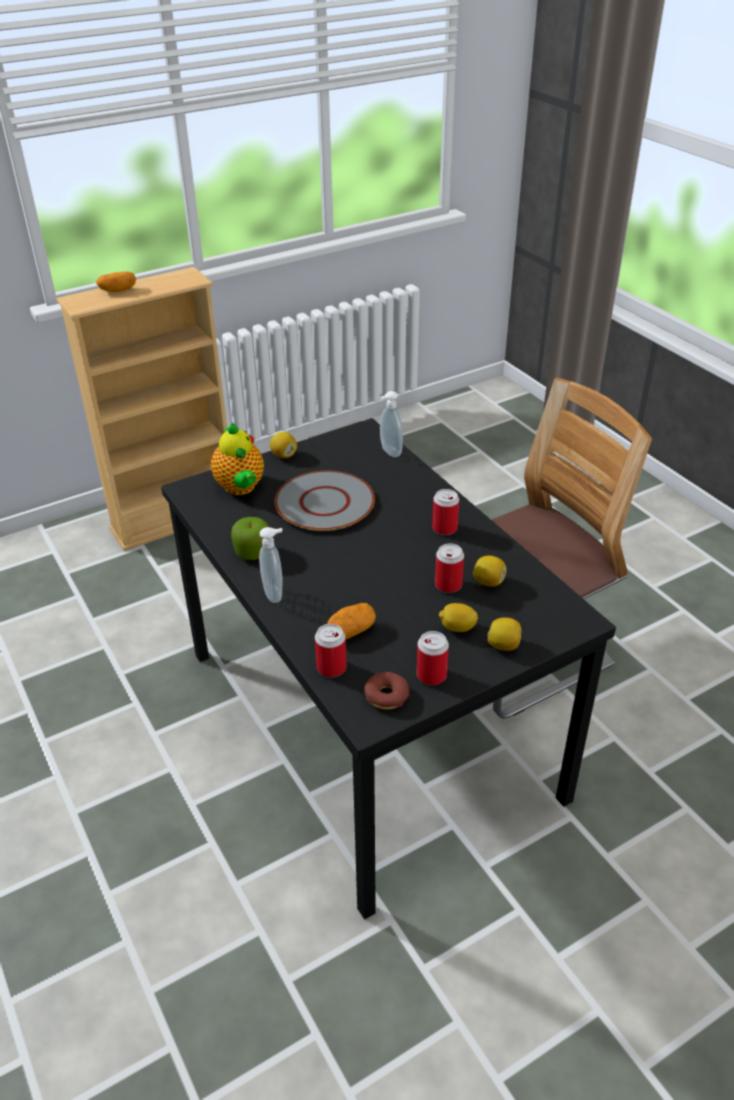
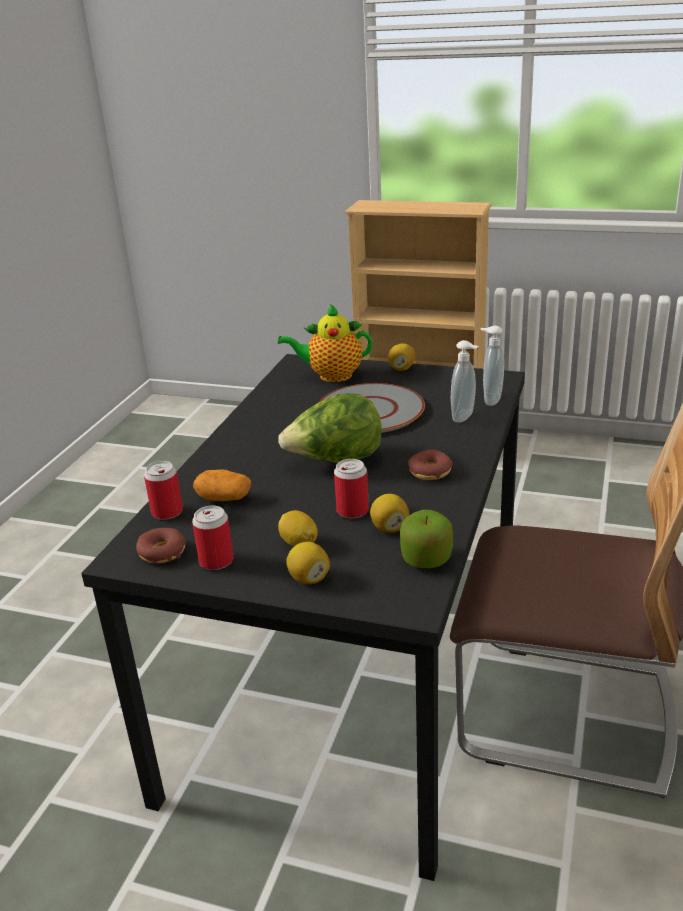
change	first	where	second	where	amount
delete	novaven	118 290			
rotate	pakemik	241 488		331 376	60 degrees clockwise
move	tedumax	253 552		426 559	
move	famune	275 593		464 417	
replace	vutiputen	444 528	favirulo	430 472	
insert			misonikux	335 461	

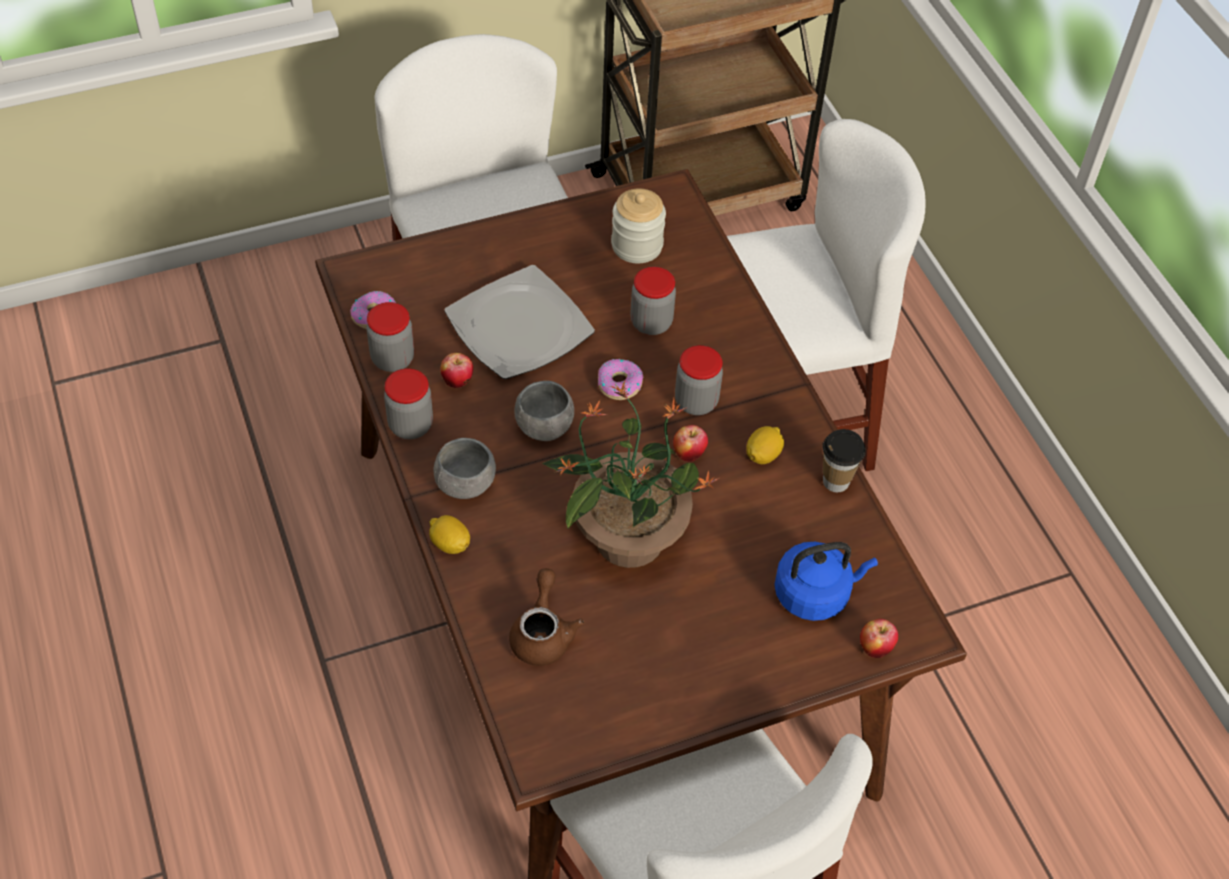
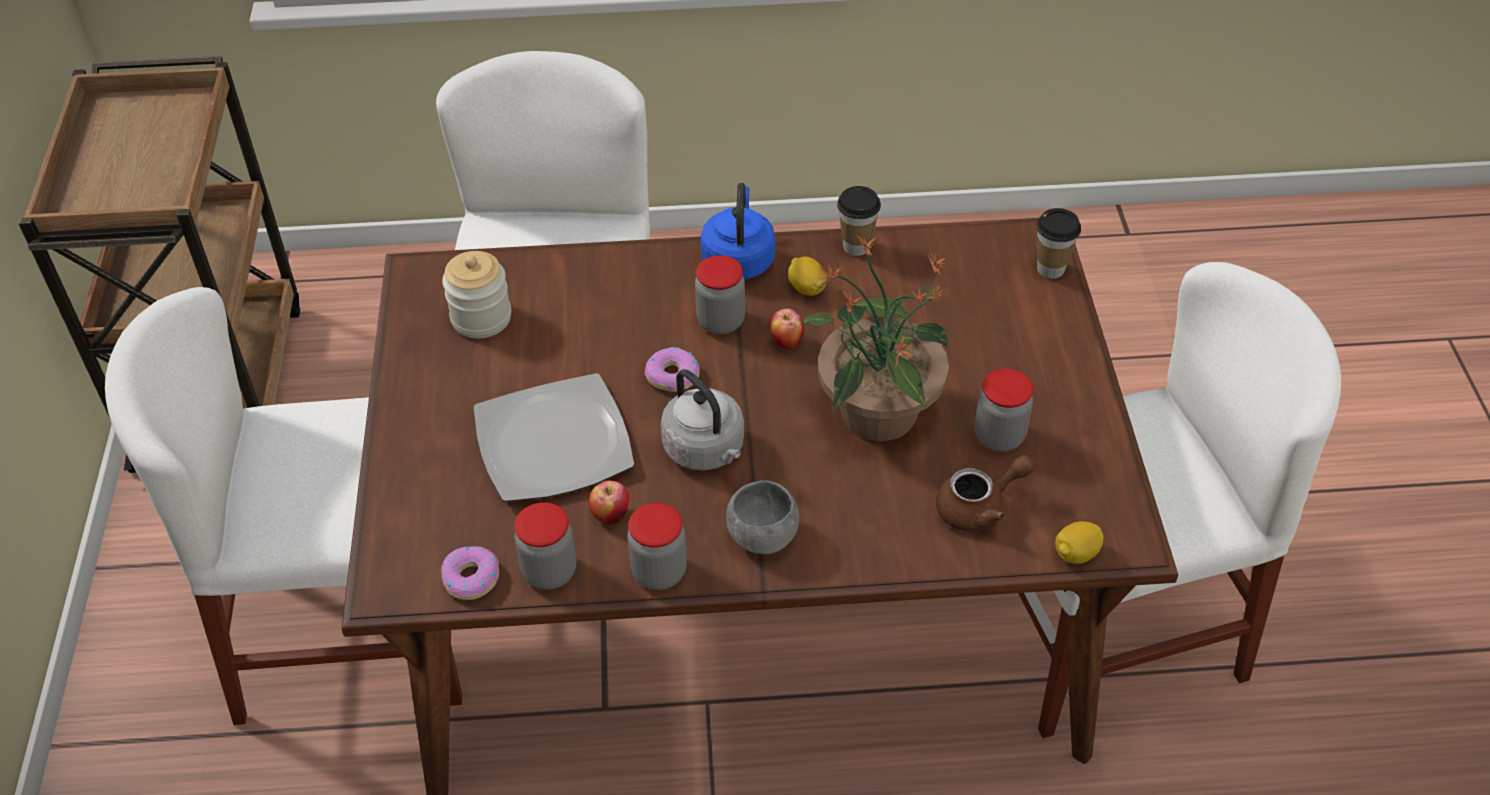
change	first	where	second	where	amount
move	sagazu	450 544		1076 554	
rotate	pakemik (brown)	543 633		979 507	135 degrees clockwise
replace	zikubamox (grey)	544 426	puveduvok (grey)	706 450	
move	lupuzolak	651 322		999 436	
move	puveduvok (blue)	815 594		738 259	
replace	tedumax	875 648	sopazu	1051 269	

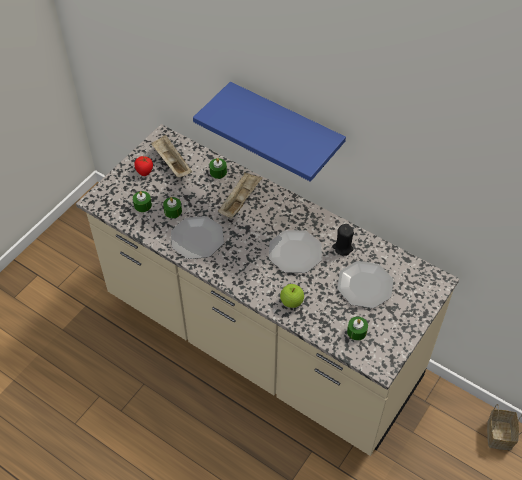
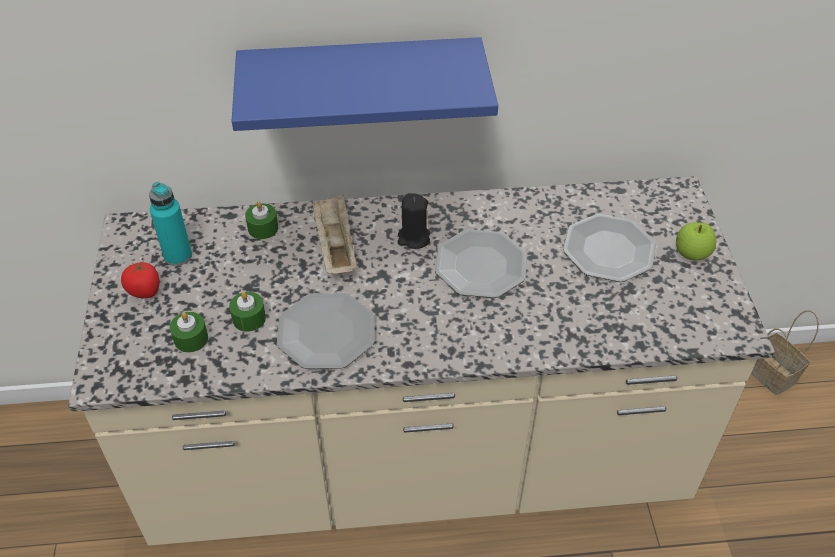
change	first	where	second	where	amount
replace	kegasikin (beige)	171 163	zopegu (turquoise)	178 256	
move	tedumax	291 302		691 254	
move	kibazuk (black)	342 248		413 238	
delete	kibazuk (green)	356 331			

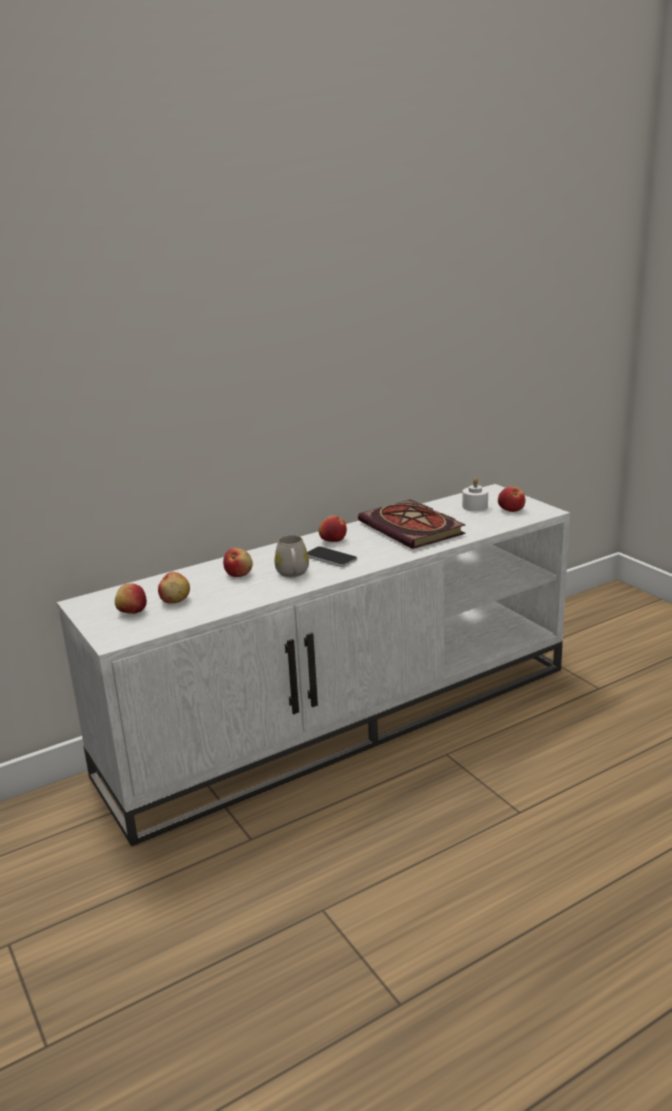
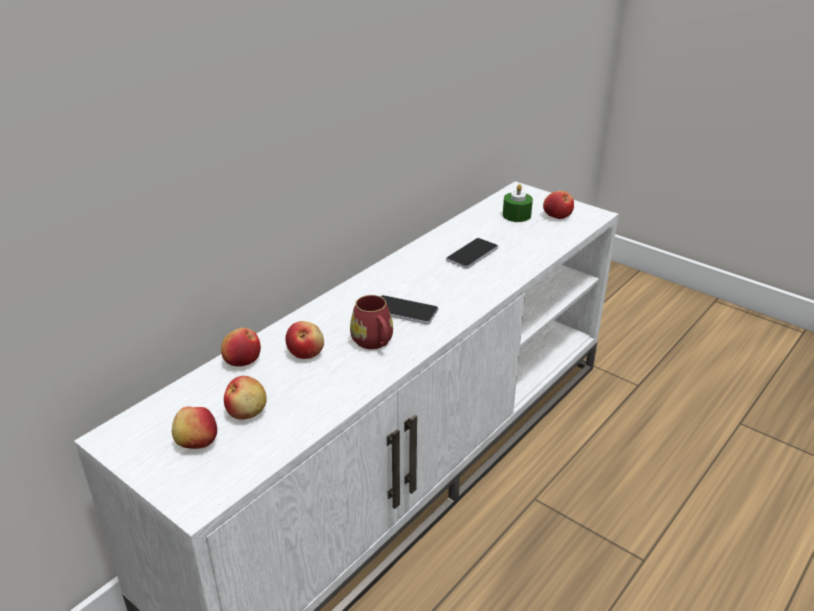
change	first	where	second	where	amount
recolor	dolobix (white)	293 574	dolobix (red)	374 343	
move	tedumax	332 540		242 360	
replace	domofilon	414 529	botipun	472 254	
recolor	kibazuk (white)	475 506	kibazuk (green)	516 215	

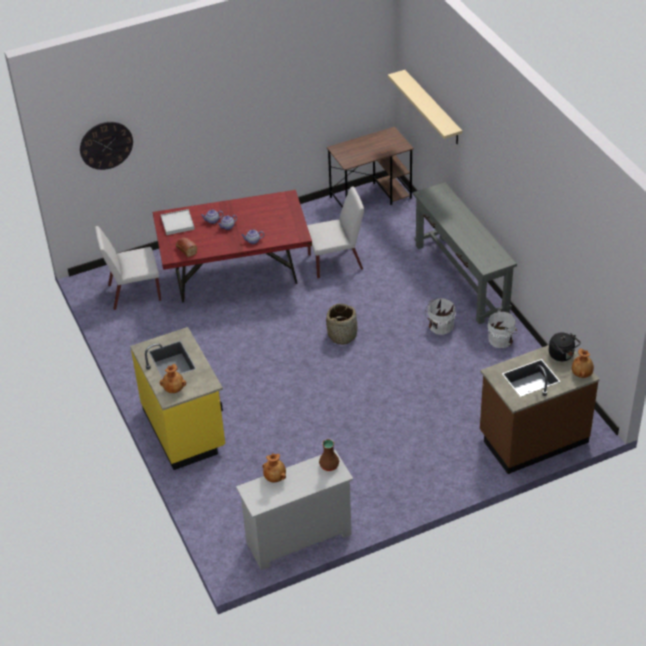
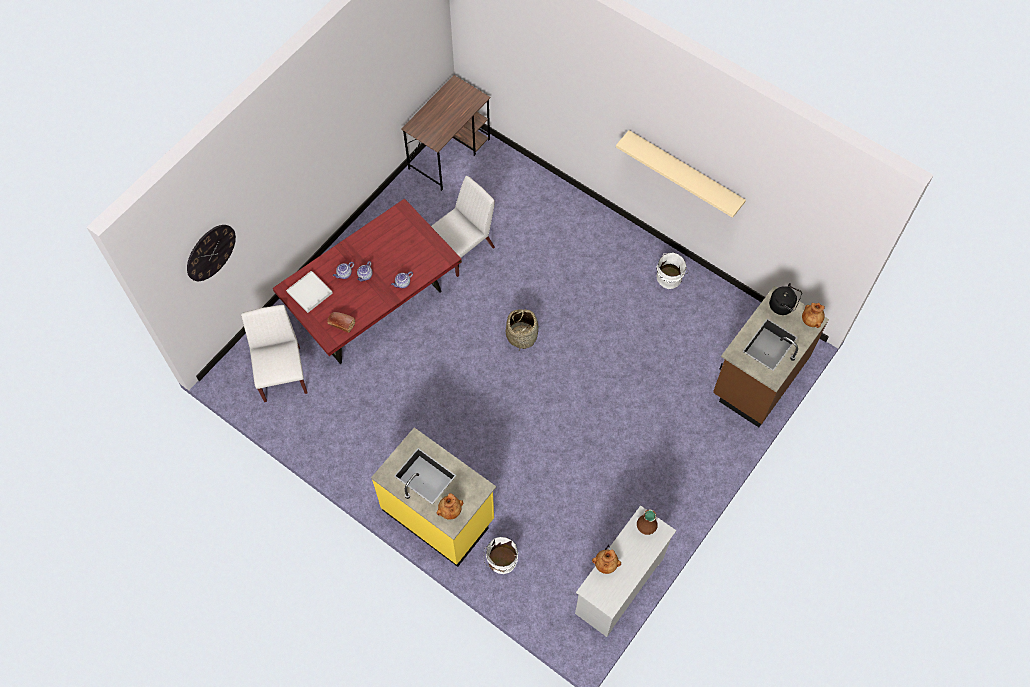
change	first	where	second	where	amount
rotate	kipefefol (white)	133 293		282 373	120 degrees clockwise
move	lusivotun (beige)	432 108		685 171	
delete	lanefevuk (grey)	461 278			
move	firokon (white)	440 326		501 561	

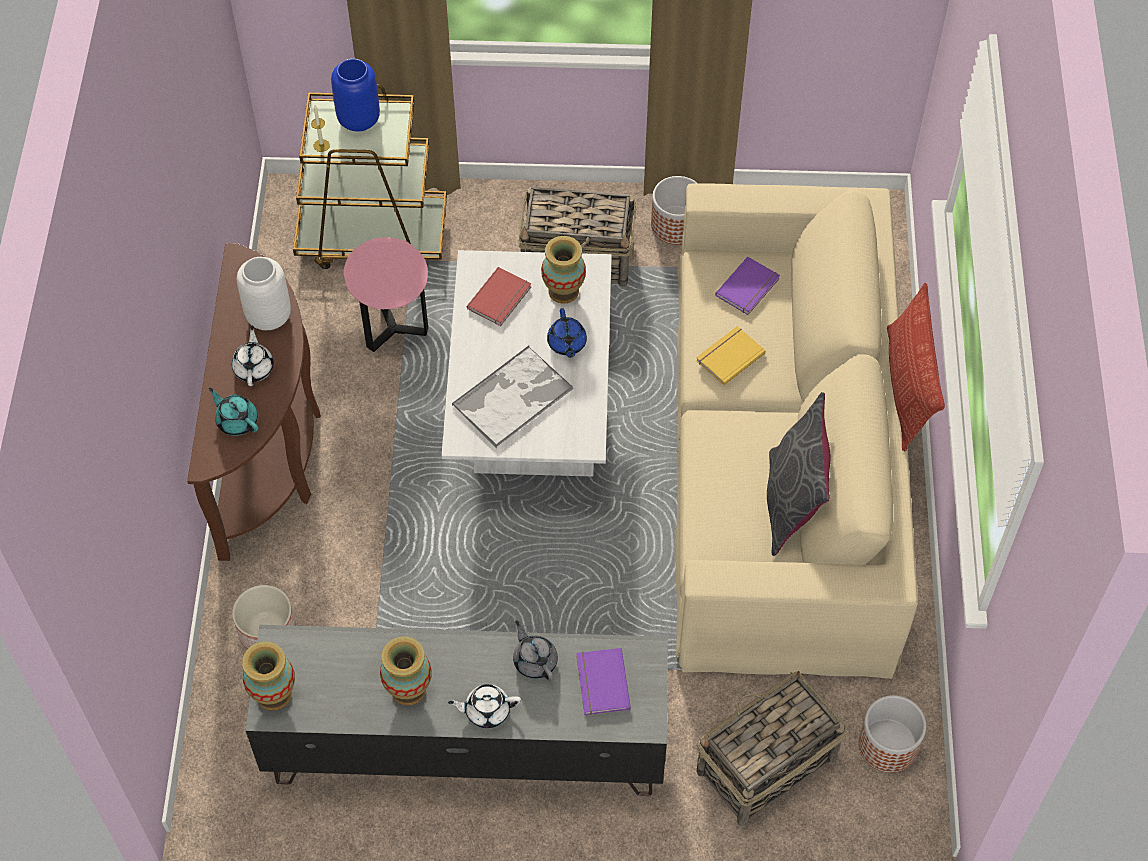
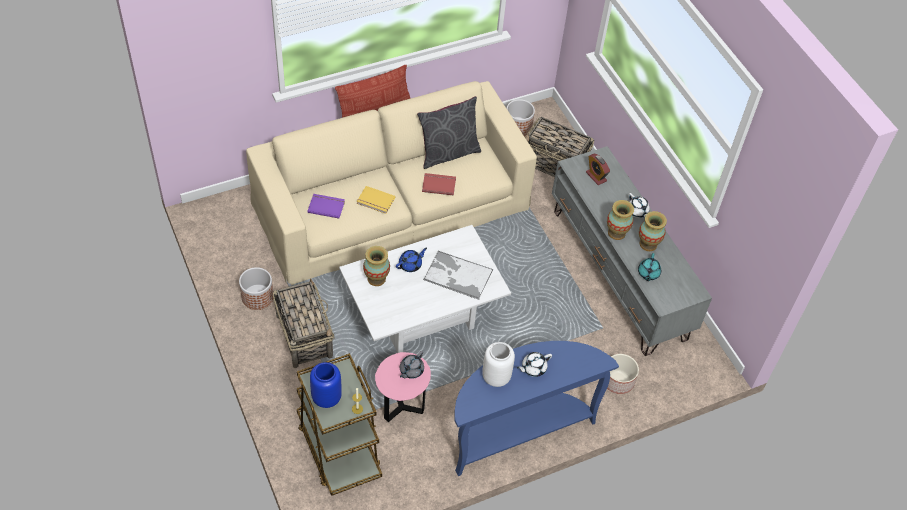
change	first	where	second	where	amount
recolor	lanefevuk (brown)	270 454	lanefevuk (blue)	518 430	
move	pakemik (turquoise)	237 421		648 273	
move	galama	273 694		616 233	
move	domofilon (red)	501 298		438 184	
move	pakemik (grey)	535 660		411 370	
replace	domofilon (purple)	600 683	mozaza	596 176	

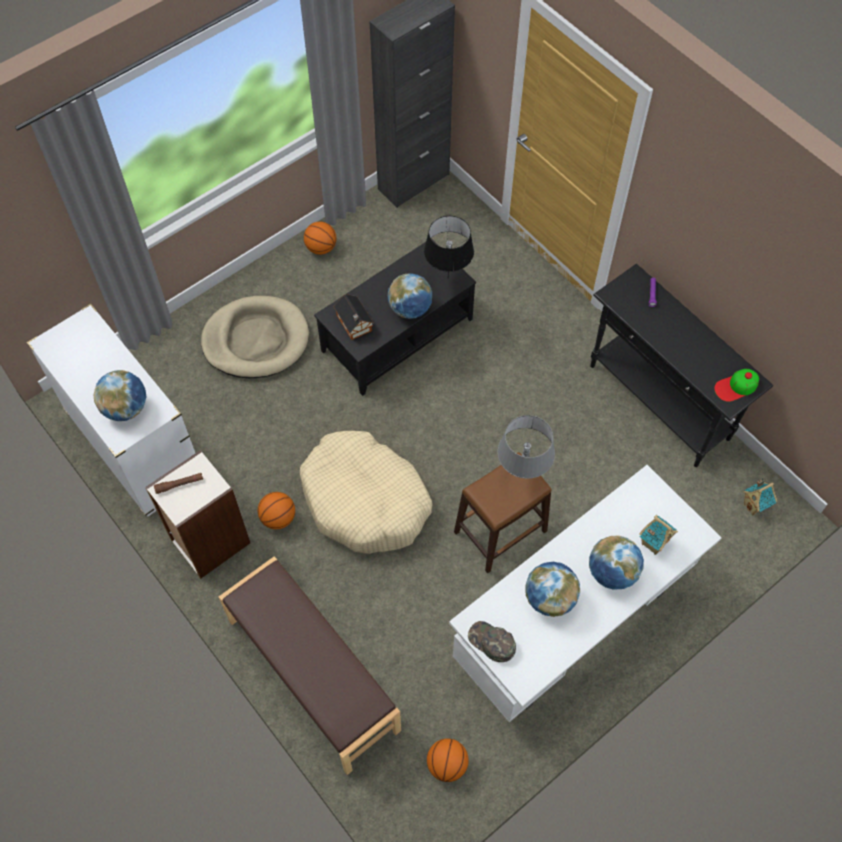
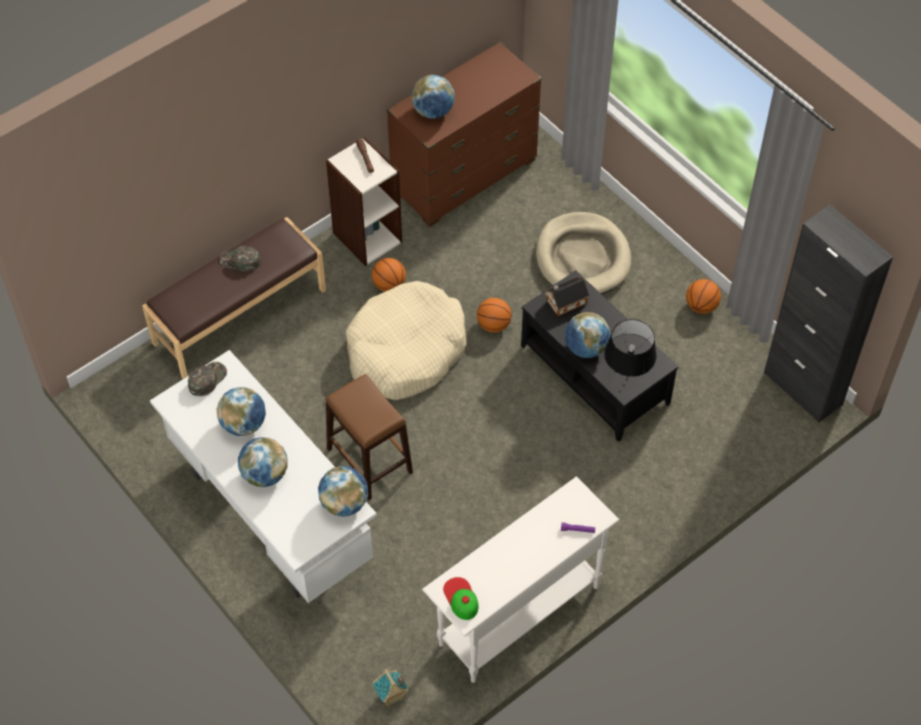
change	first	where	second	where	amount
recolor	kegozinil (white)	134 445	kegozinil (brown)	464 176	
move	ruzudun	447 764		493 325	
delete	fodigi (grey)	522 476			
recolor	lanefevuk (black)	659 403	lanefevuk (white)	518 615	
delete	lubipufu	653 543			
insert			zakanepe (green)	240 261	
insert			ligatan	344 503	

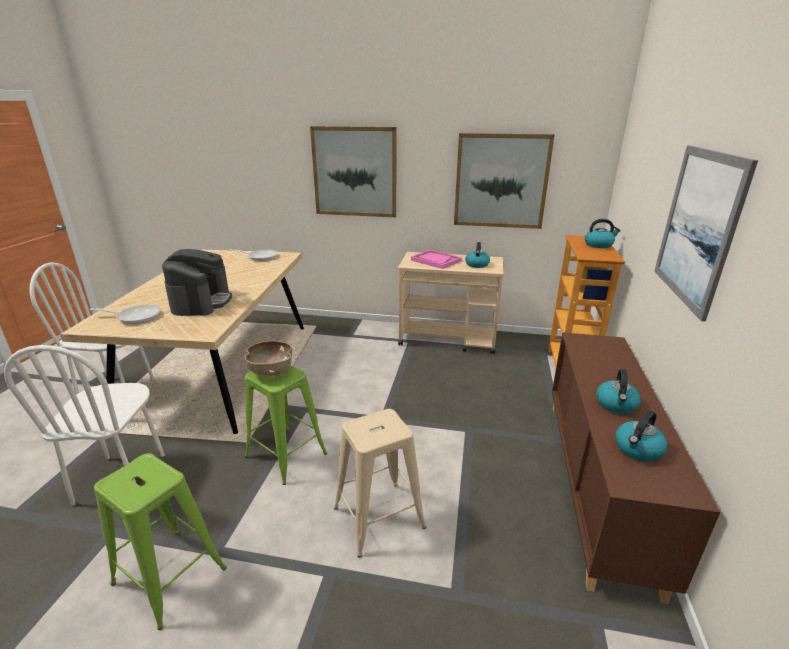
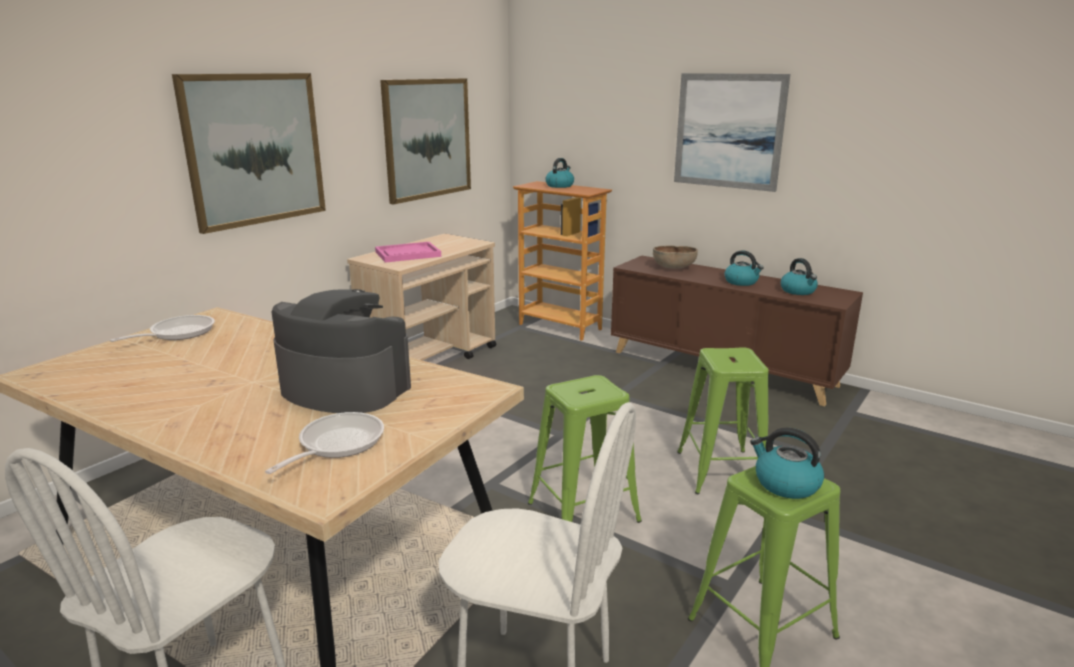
change	first	where	second	where	amount
move	zikubamox (brown)	271 371		673 268	
recolor	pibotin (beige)	379 517	pibotin (green)	721 471	
move	puveduvok	476 264		785 484	

